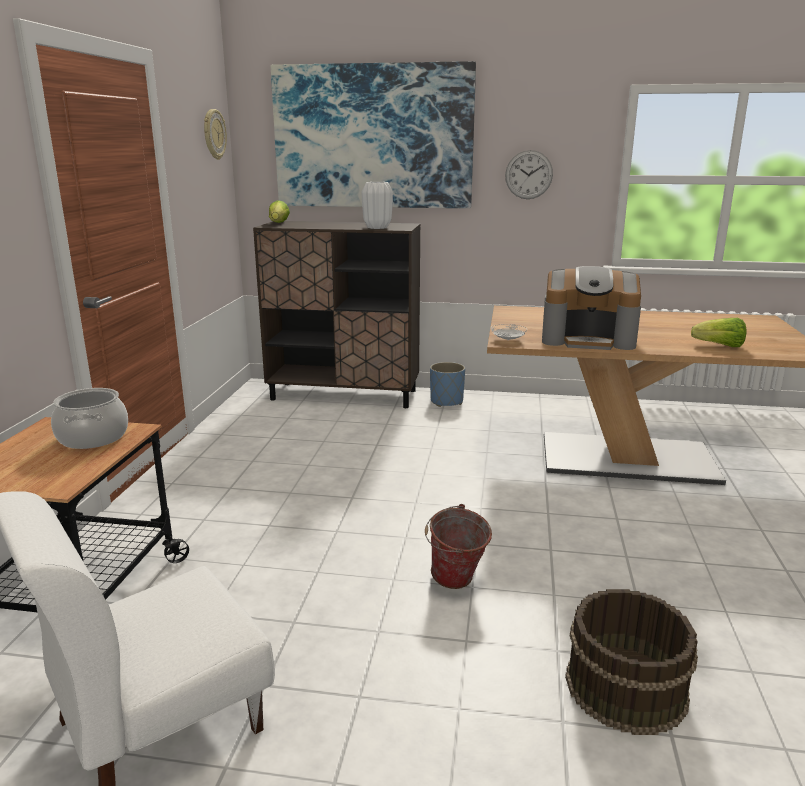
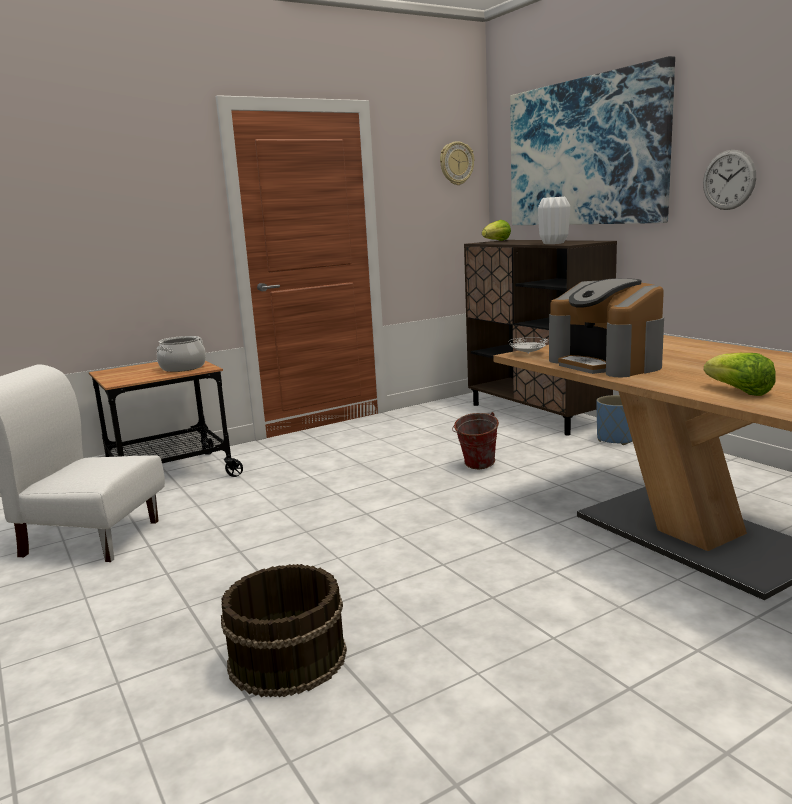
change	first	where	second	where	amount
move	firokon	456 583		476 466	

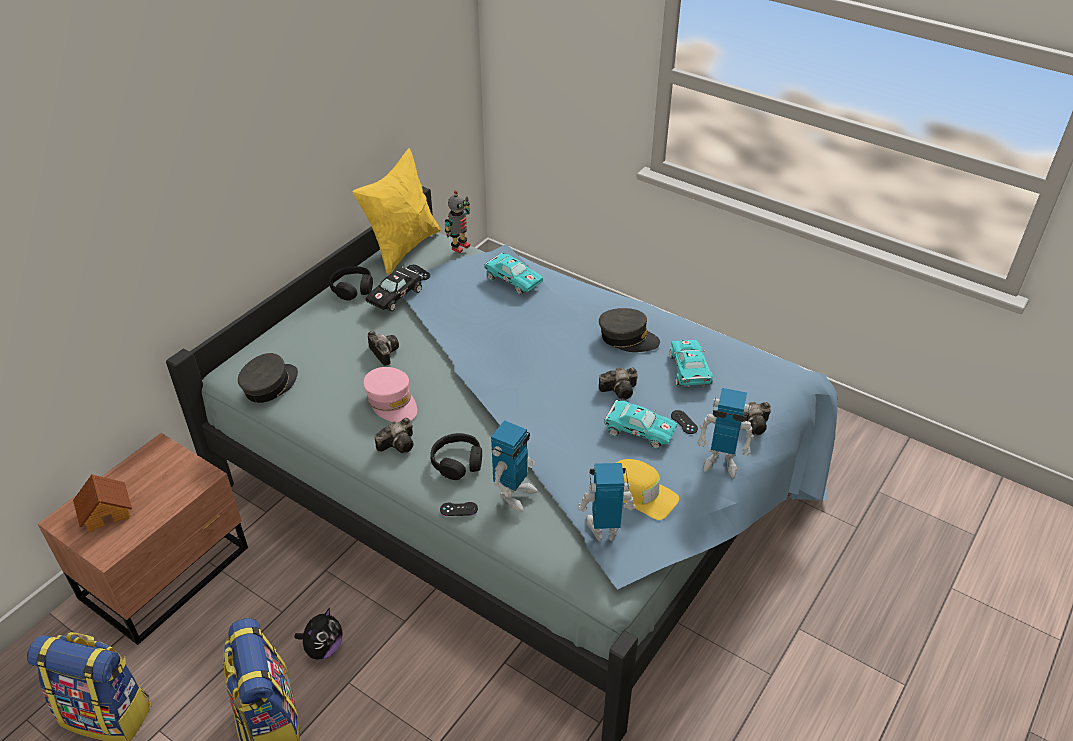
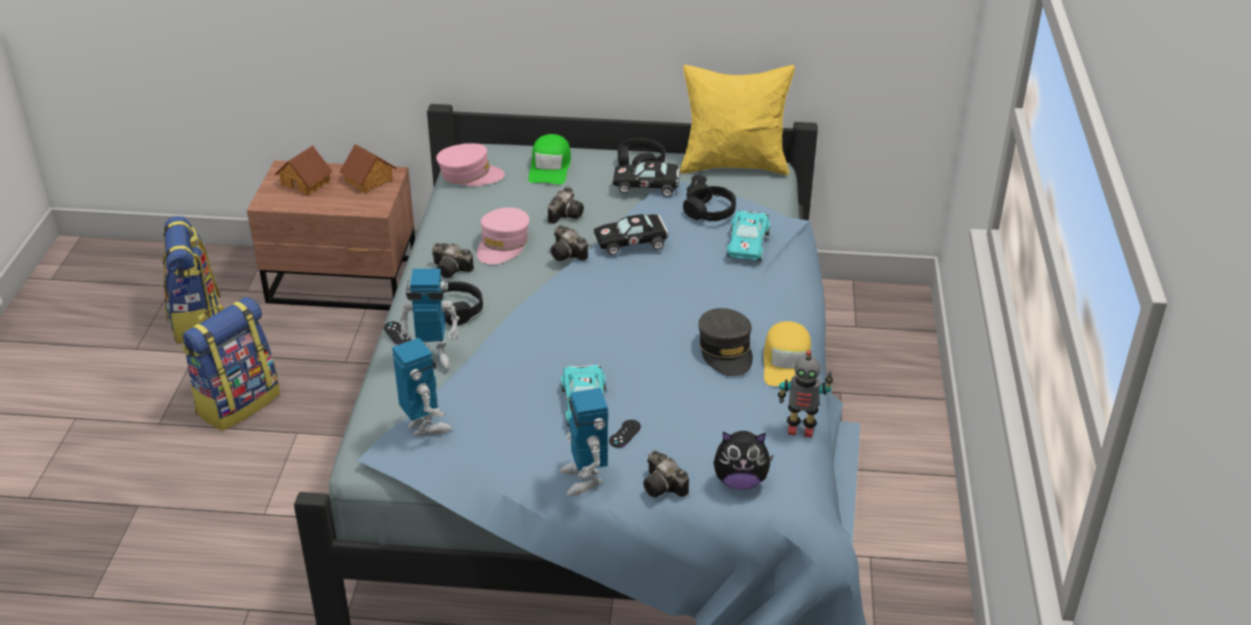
change	first	where	second	where	amount
recolor	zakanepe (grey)	270 385	zakanepe (pink)	470 175	
move	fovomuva	323 648		740 481	
move	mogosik	459 247		800 429	
move	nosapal	621 390		568 254	
move	zakanepe (yellow)	640 493		787 362	
delete	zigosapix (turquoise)	689 371			
insert			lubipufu	369 180	
insert			zakanepe (green)	550 167	
insert			zigosapix (black)	634 242	
insert			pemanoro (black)	709 211	

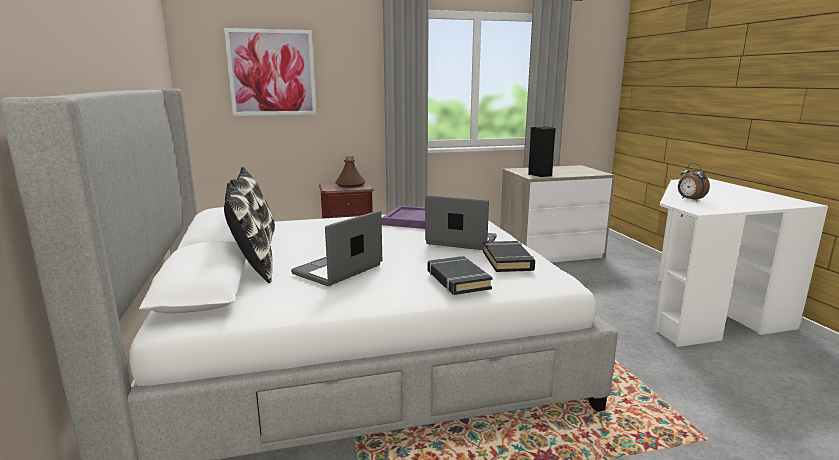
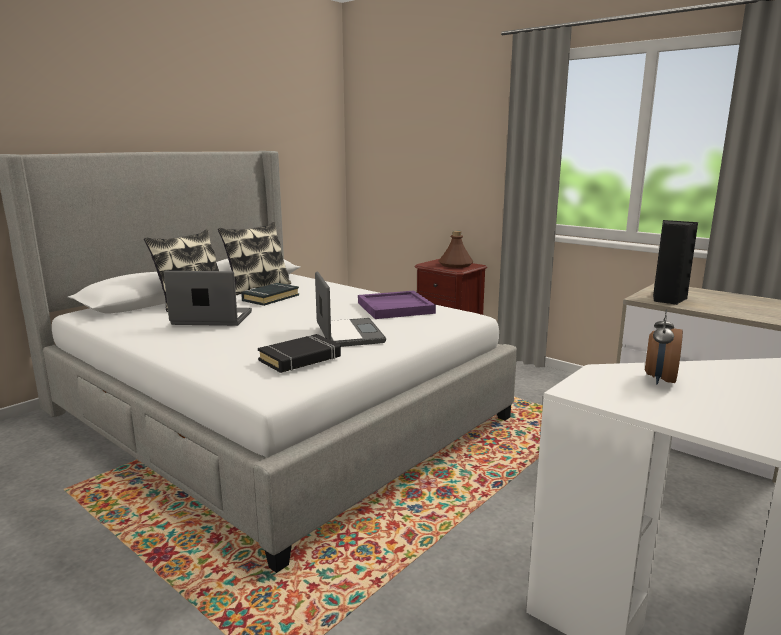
change	first	where	second	where	amount
delete	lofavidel	272 73			
move	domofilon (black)	457 280		270 298	

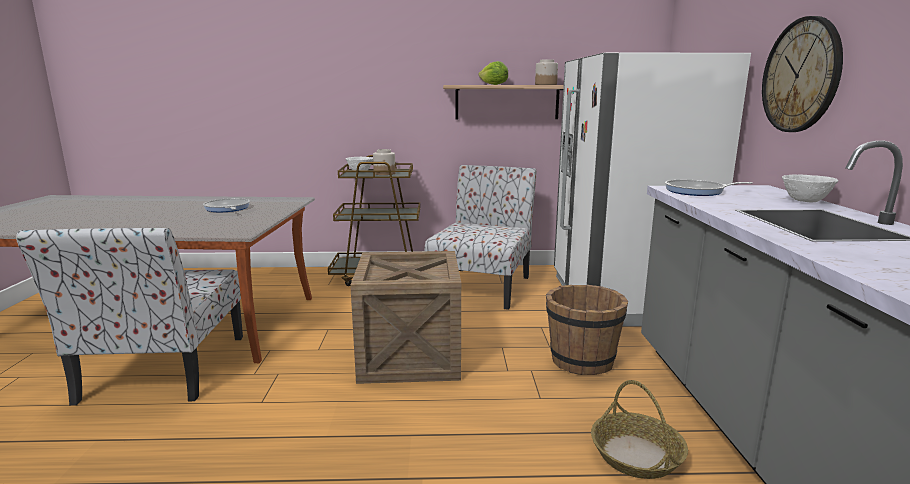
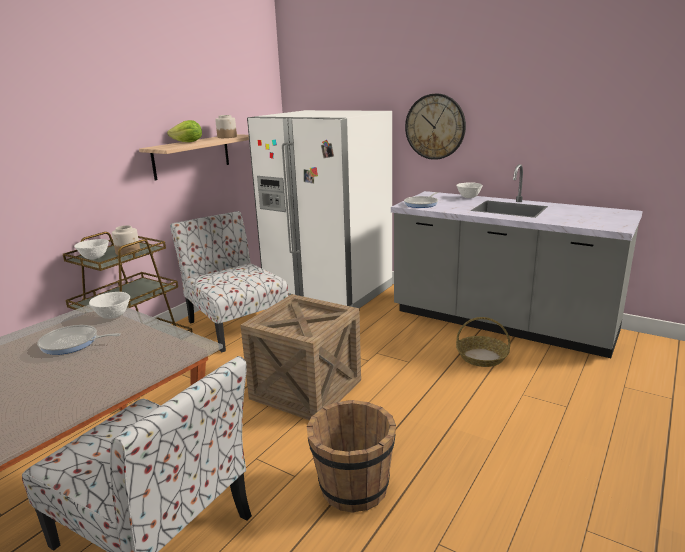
change	first	where	second	where	amount
move	firokon (brown)	581 360		353 487	
insert			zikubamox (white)	113 316	

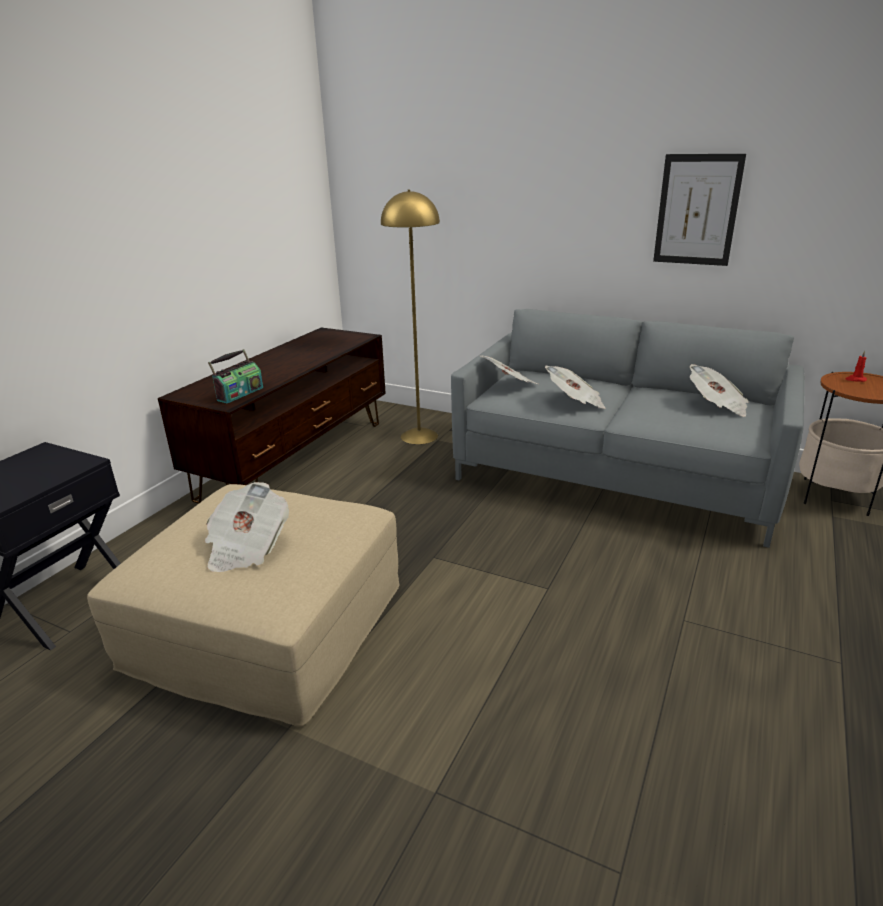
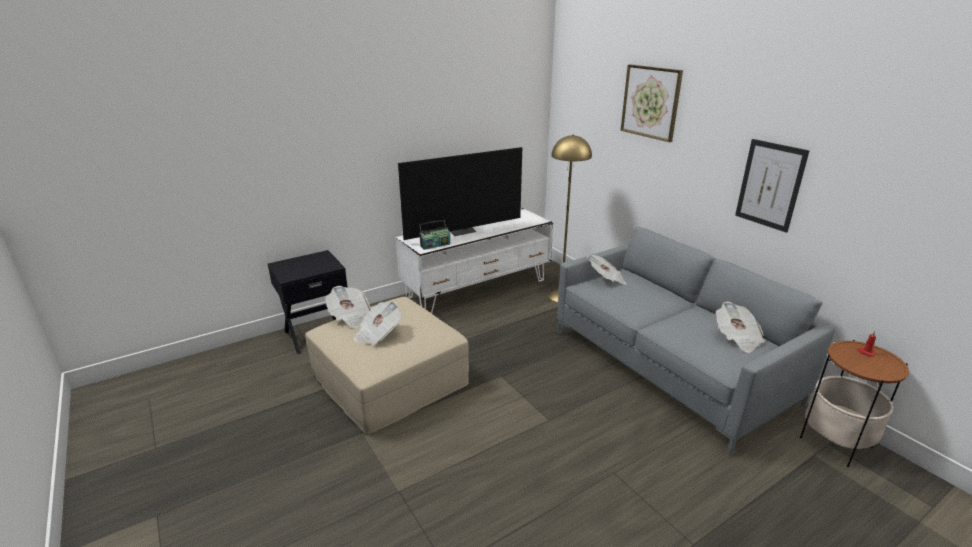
change	first	where	second	where	amount
recolor	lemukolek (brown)	297 458	lemukolek (white)	477 289	
move	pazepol	575 402		350 317	
insert			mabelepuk	462 231	
insert			lofavidel	650 102	

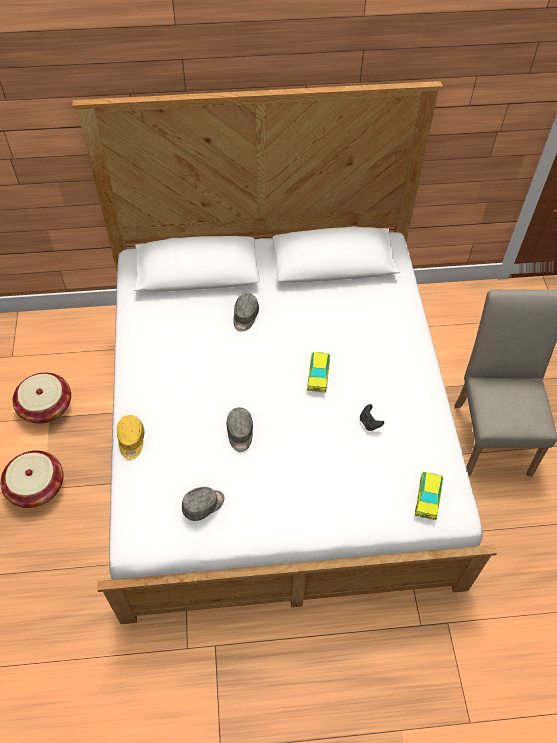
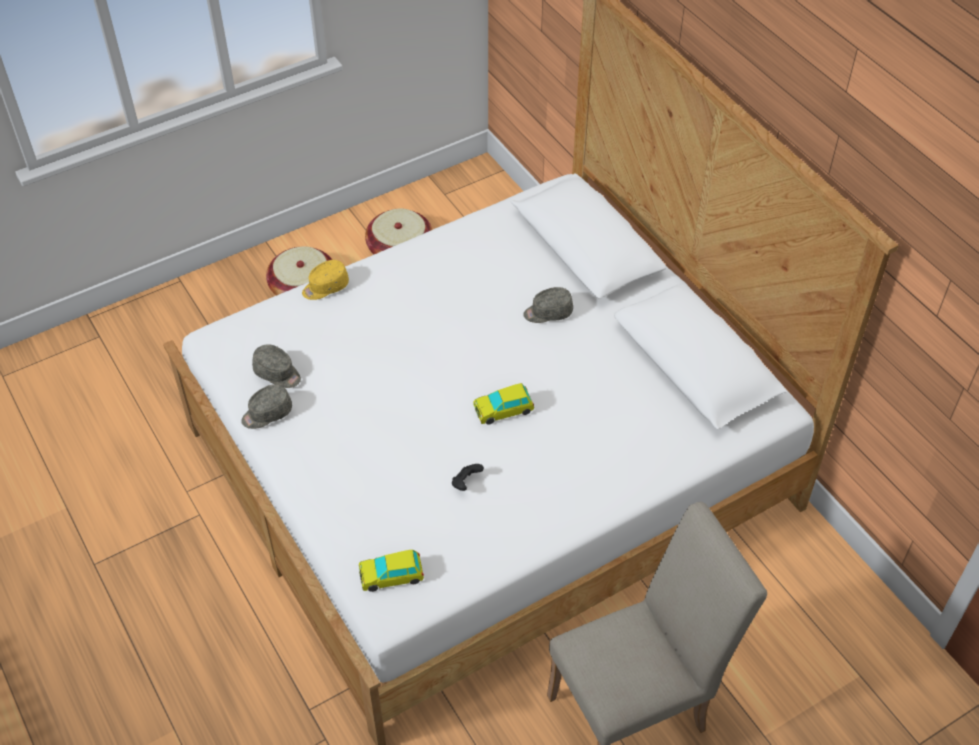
change	first	where	second	where	amount
move	zakanepe (grey)	240 433		266 414	

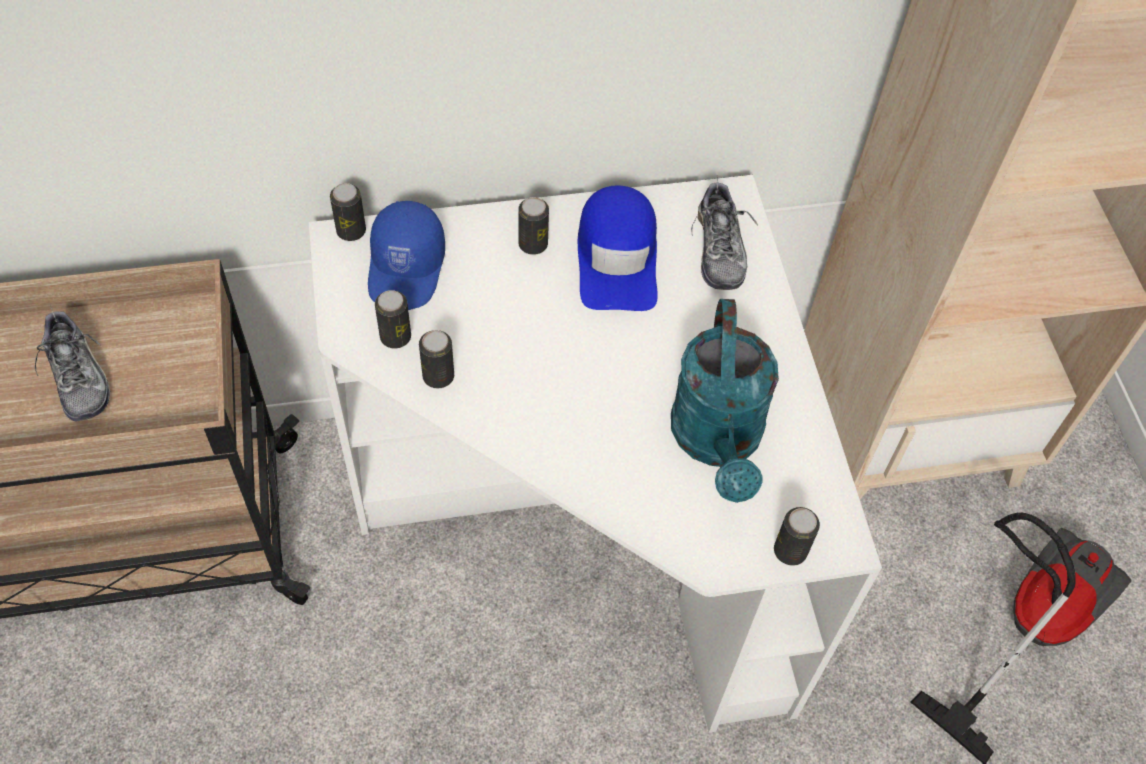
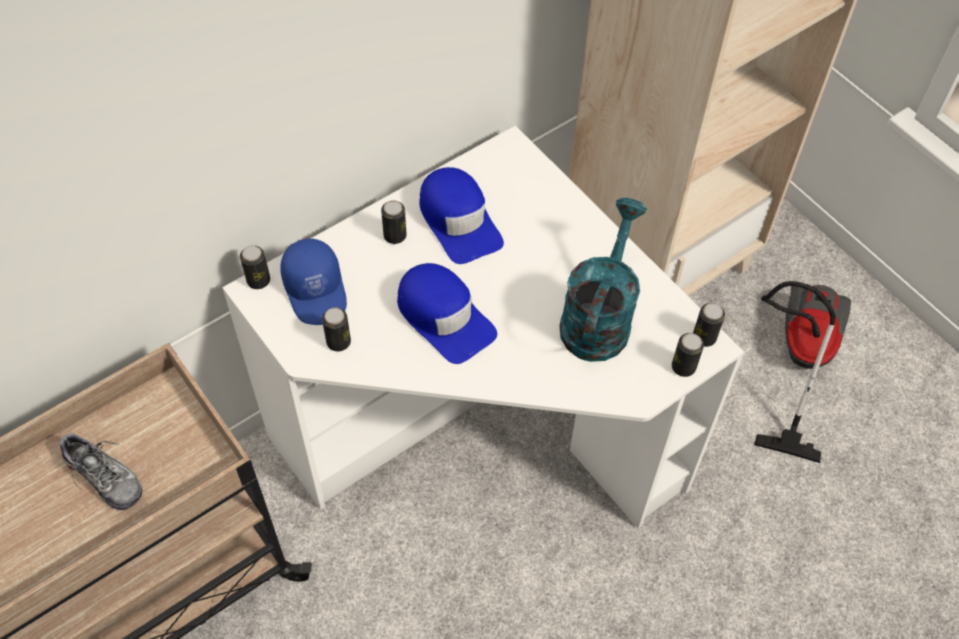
change	first	where	second	where	amount
move	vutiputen	438 376		704 337	
rotate	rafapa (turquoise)	718 442		598 317	135 degrees counterclockwise
delete	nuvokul	719 249			
insert			zakanepe (blue)	444 317	

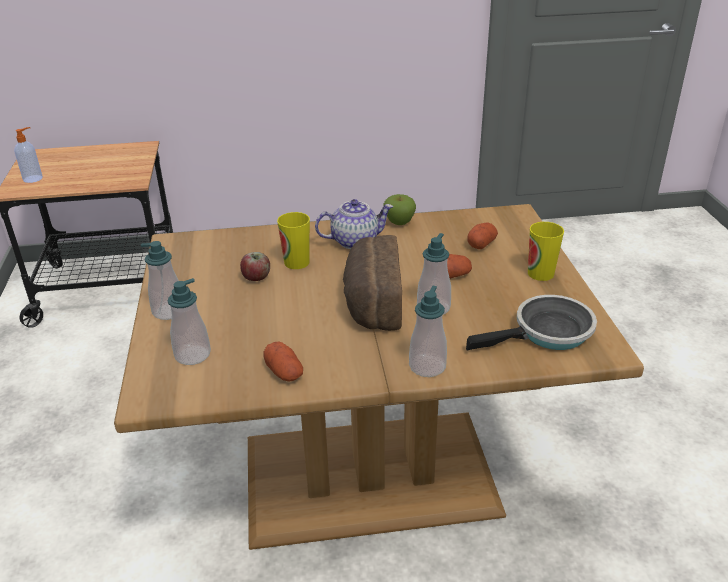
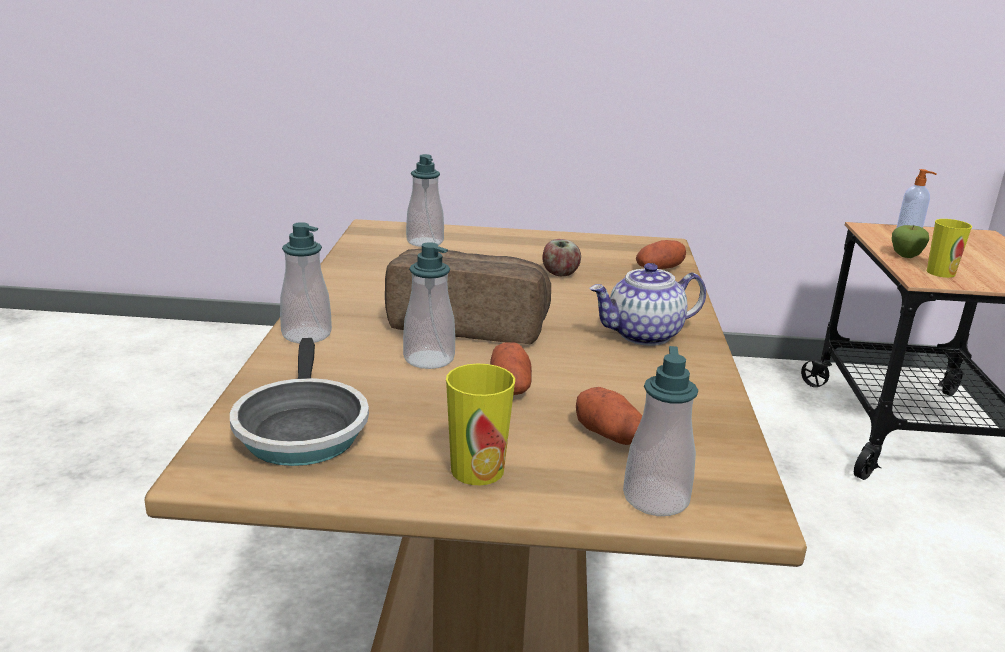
change	first	where	second	where	amount
move	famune	169 311		656 499	
move	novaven	284 372		659 268	
move	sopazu	297 262		940 272	
rotate	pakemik	355 241		644 335	75 degrees clockwise
move	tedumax	399 223		905 256	

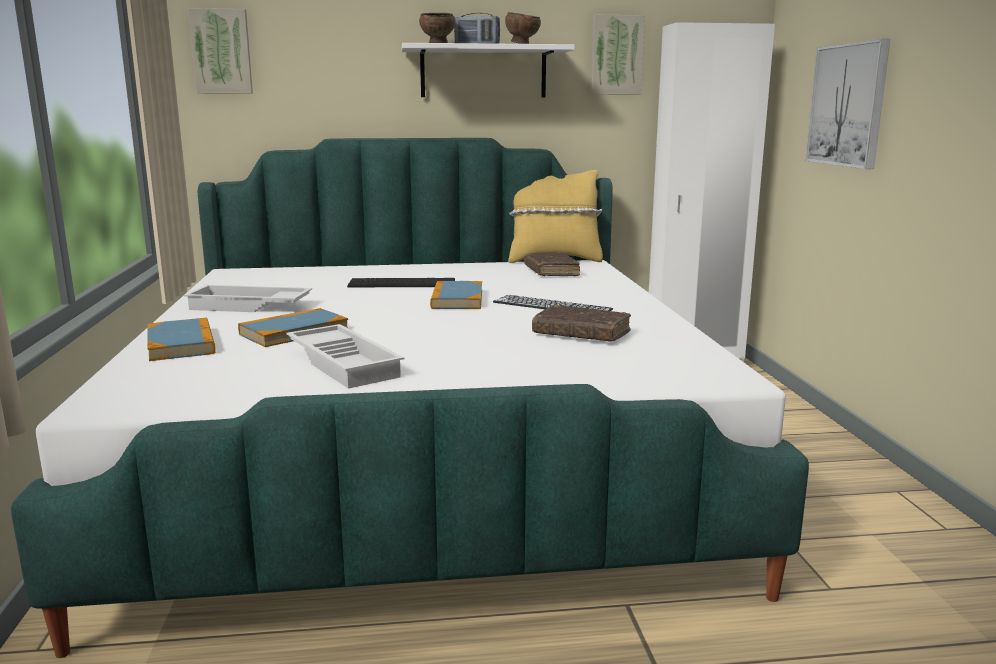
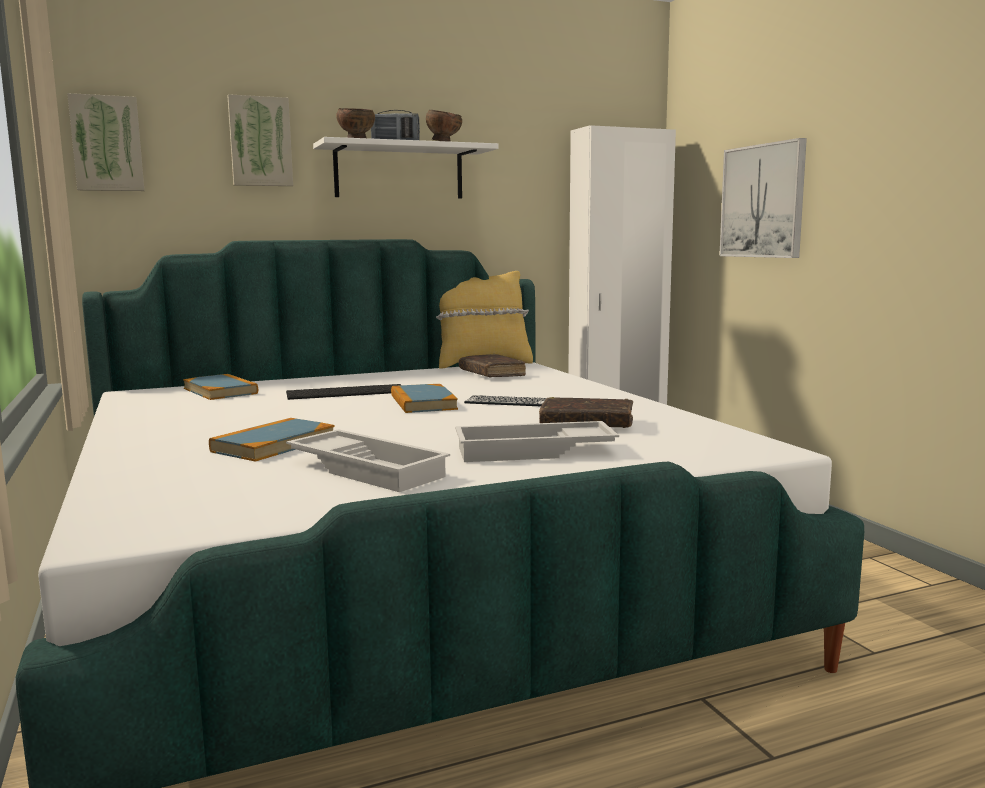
change	first	where	second	where	amount
move	domofilon	181 344		220 391	
move	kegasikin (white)	248 307		533 452	
move	lofavidel	616 55		260 142	

